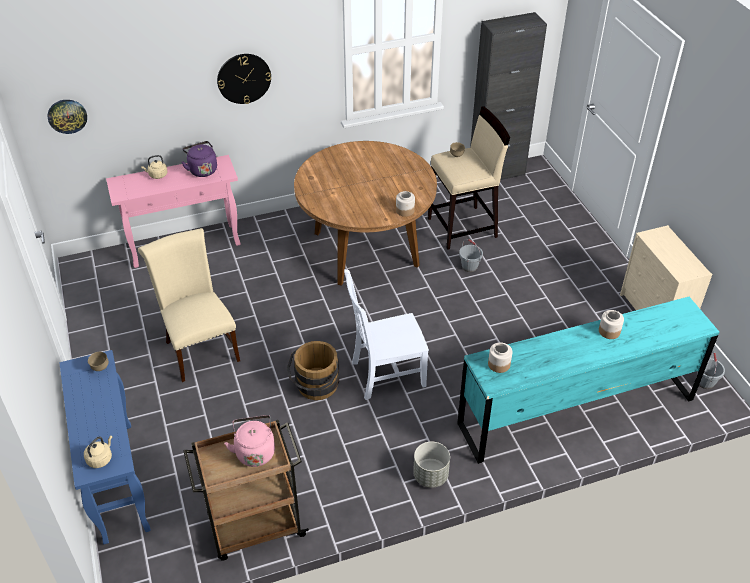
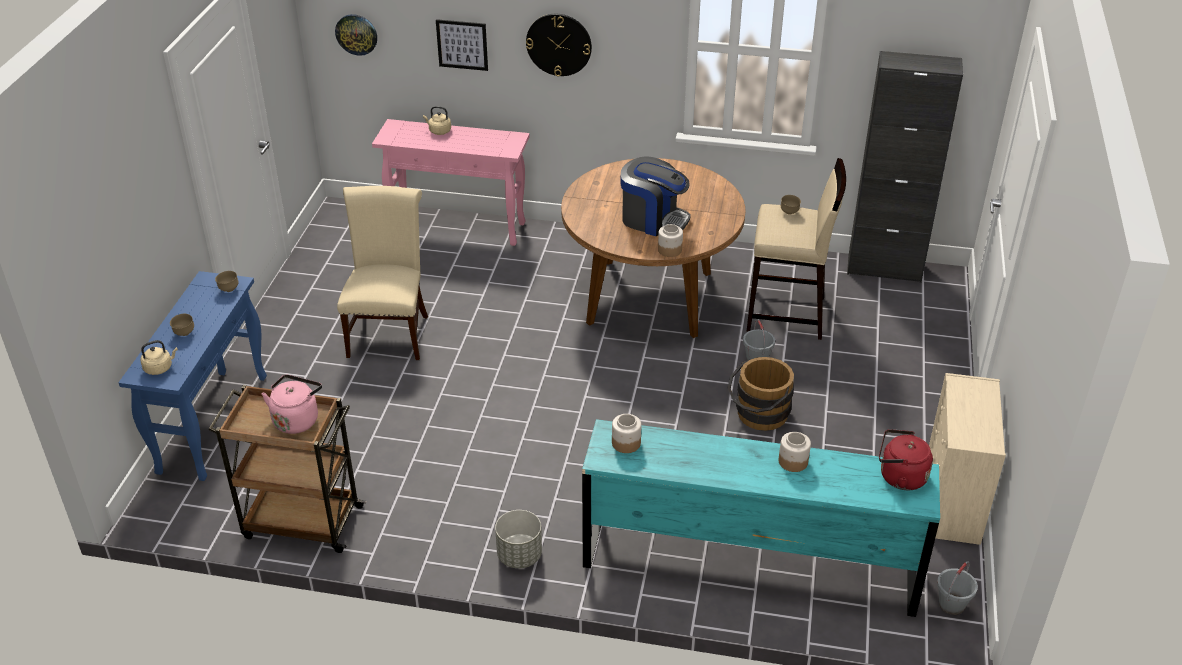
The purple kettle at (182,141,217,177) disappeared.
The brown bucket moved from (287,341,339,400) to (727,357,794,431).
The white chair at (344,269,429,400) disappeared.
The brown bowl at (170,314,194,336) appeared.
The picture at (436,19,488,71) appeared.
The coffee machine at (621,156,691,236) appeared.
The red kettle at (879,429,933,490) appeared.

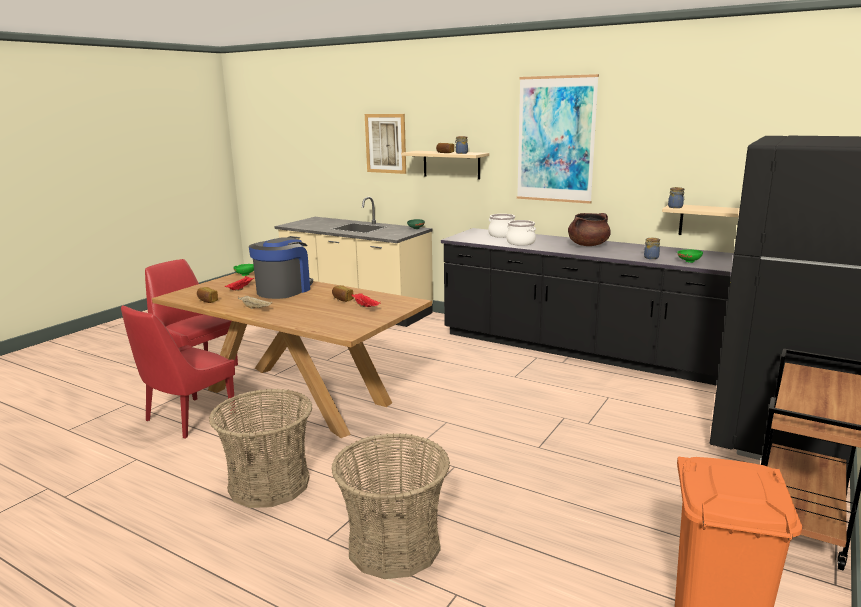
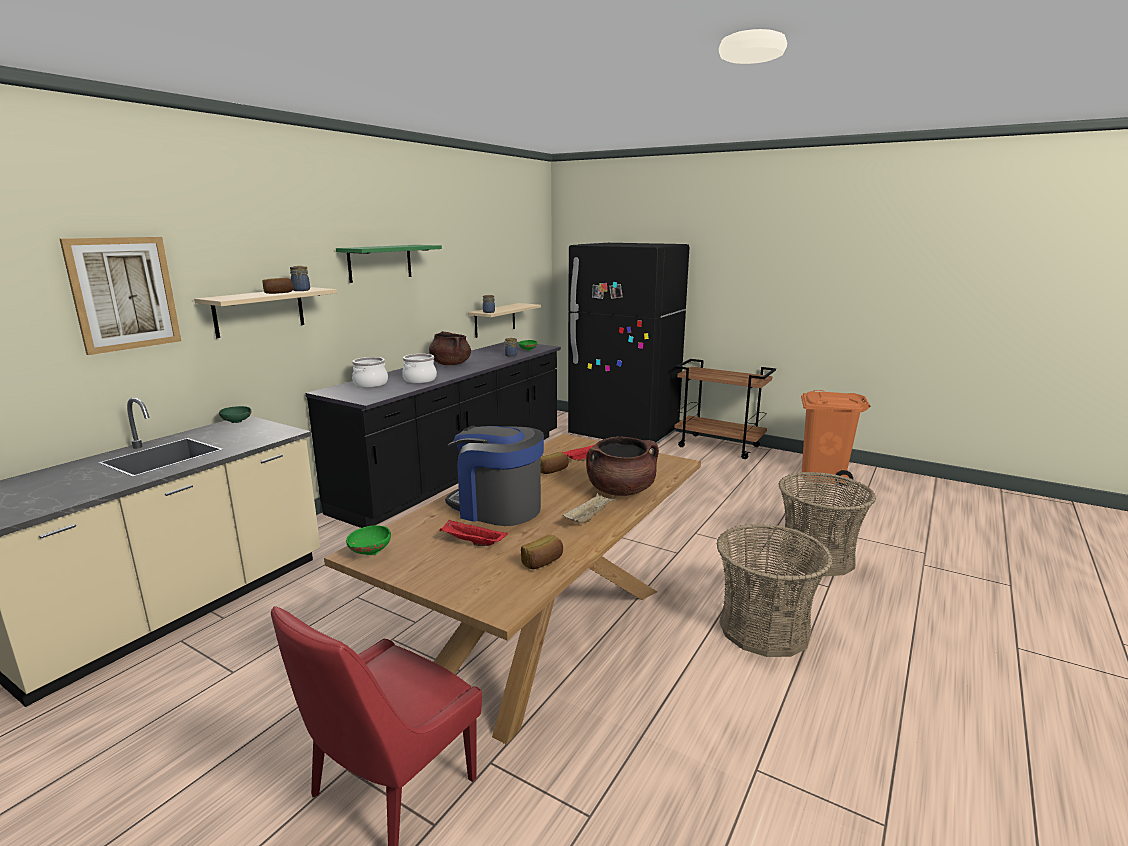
The red chair at (121,306,236,438) disappeared.
The picture at (517,74,599,204) was replaced by the green shelf at (336,245,442,283).
The brown cooking pot at (586,436,659,496) appeared.

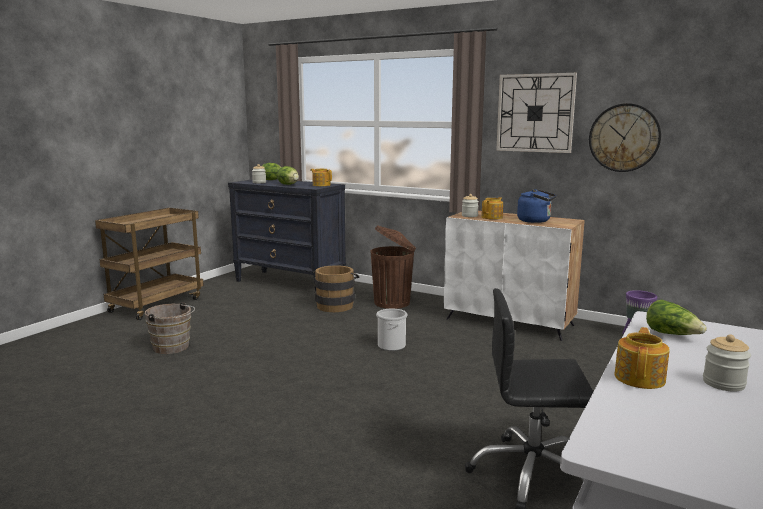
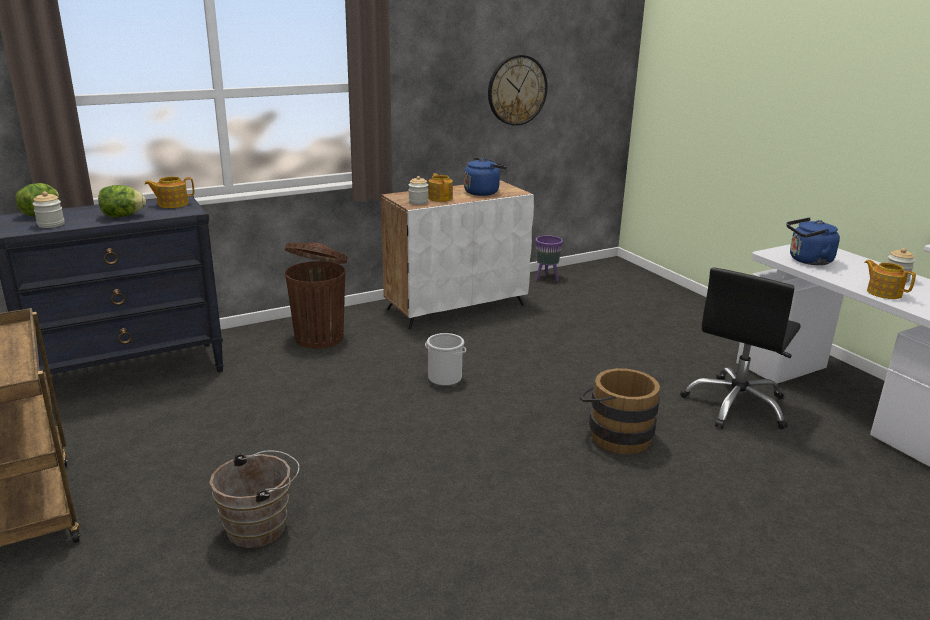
The brown bucket moved from (313,265,359,312) to (579,368,660,454).
The wall clock at (496,73,577,153) disappeared.
The lettuce at (646,300,707,335) was replaced by the blue kettle at (786,218,840,265).

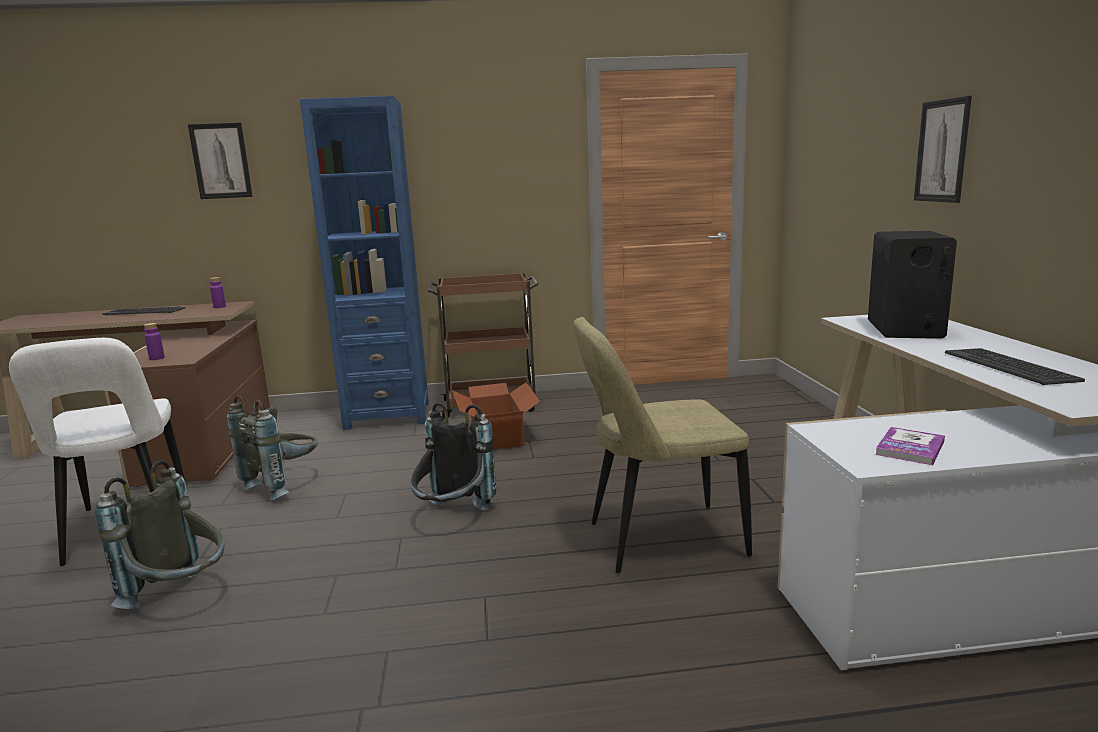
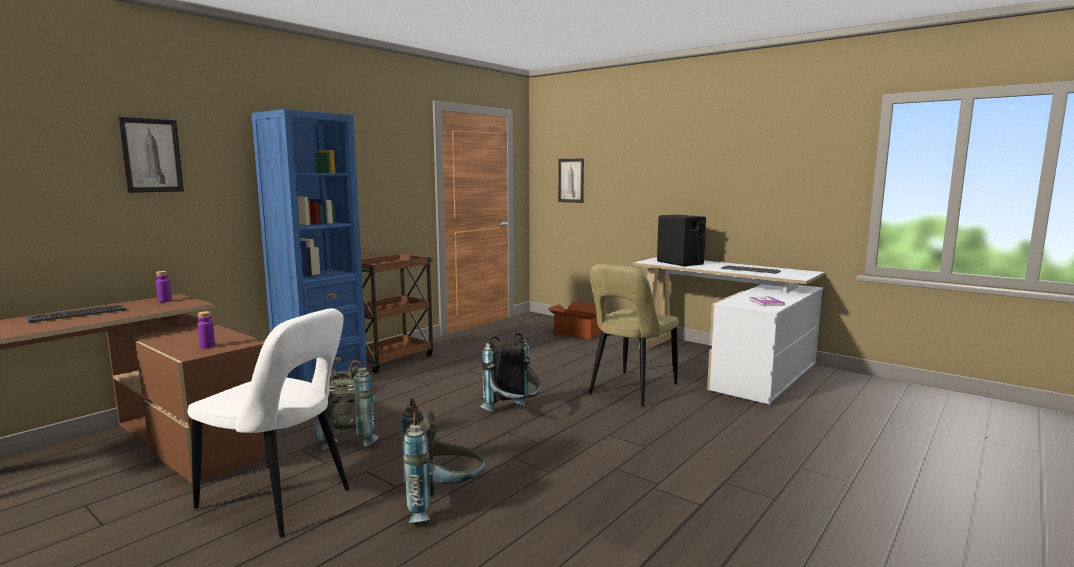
The cardboard box moved from (452,382,541,450) to (547,302,607,339).
The picture moved from (914,96,972,203) to (558,159,584,203).

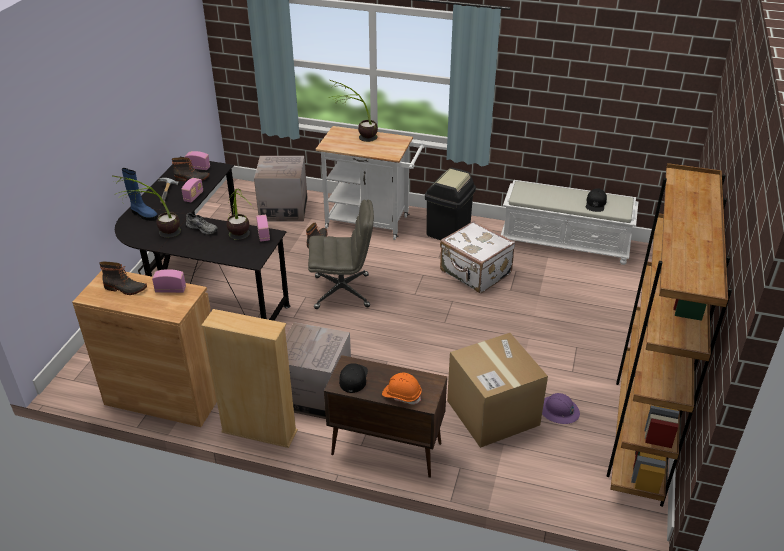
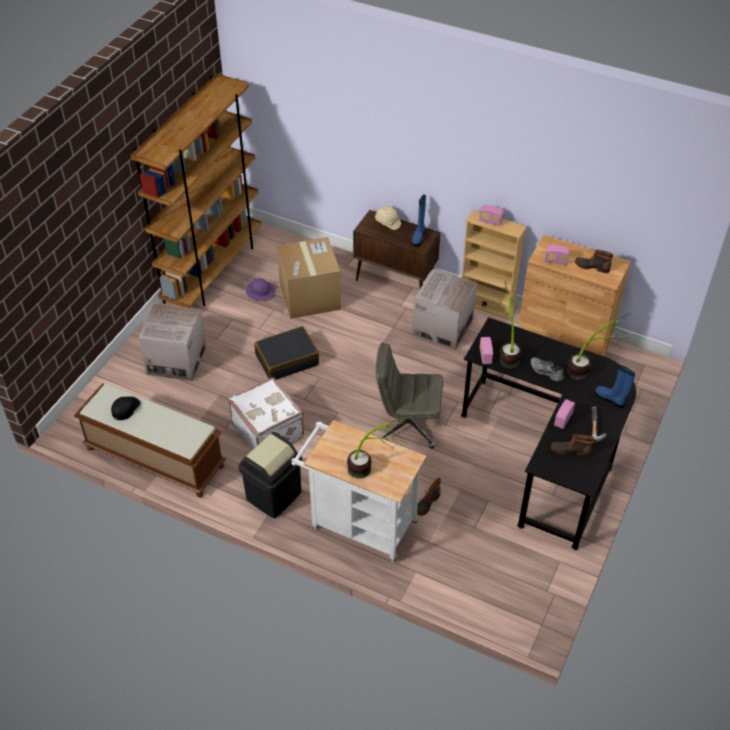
The radio moved from (185,151,210,170) to (479,205,504,226).
The cardboard box moved from (254,156,307,221) to (138,303,207,381).
The black cap at (339,363,368,393) was replaced by the blue boot at (411,195,426,247).
The orange hard hat at (382,373,422,405) became the beige hard hat at (375,205,401,230).
The white bench at (501,180,639,265) became the brown bench at (74,383,226,497).
The black suitcase at (254,326,319,380) appeared.

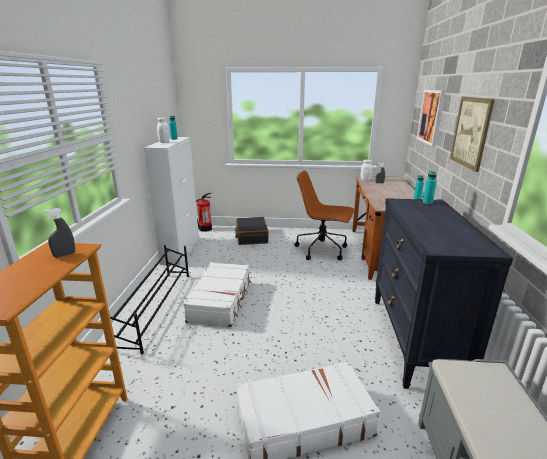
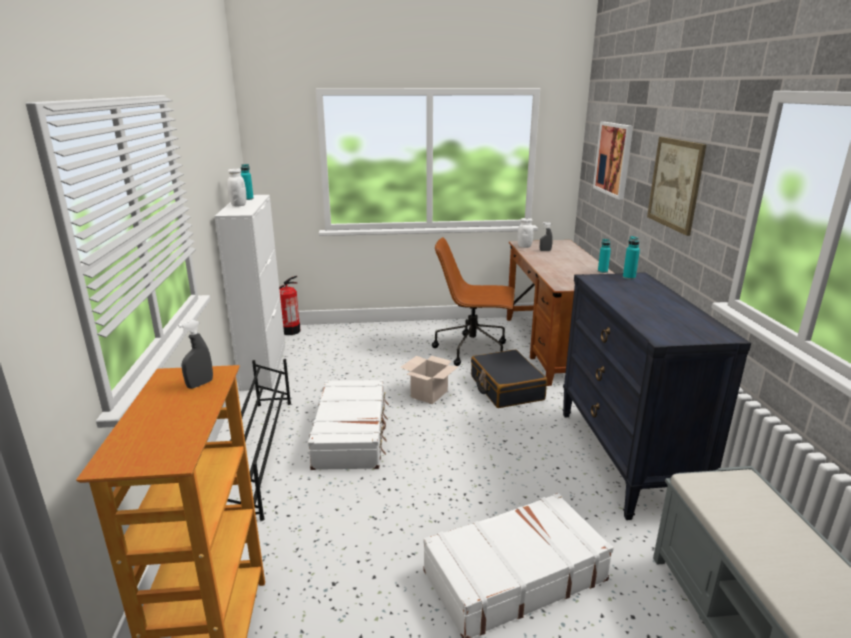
The black suitcase moved from (235,217,269,245) to (471,349,547,408).
The cardboard box at (400,356,459,404) appeared.

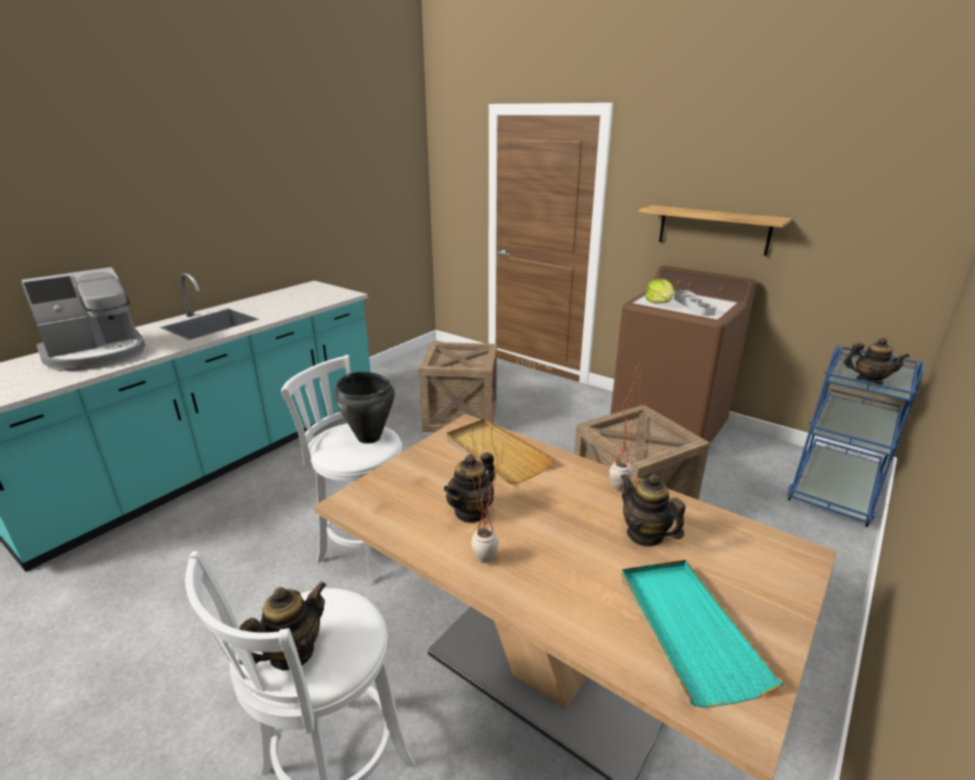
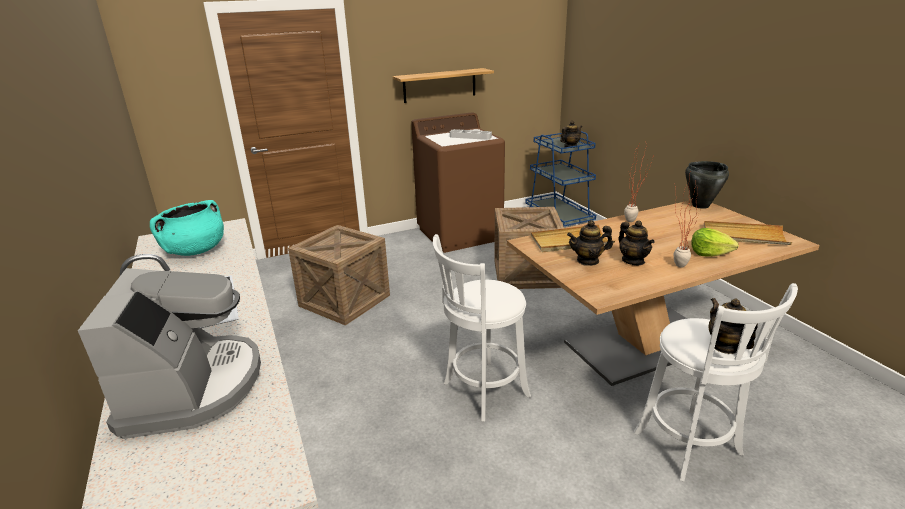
The black cooking pot moved from (334,372,395,444) to (685,161,729,209).
The teapot moved from (620,474,685,547) to (567,220,613,266).
The turquoise tray at (621,560,784,708) became the beige tray at (704,221,792,245).
The lettuce moved from (645,279,674,303) to (691,228,739,257).
The turquoise cooking pot at (150,200,224,256) appeared.

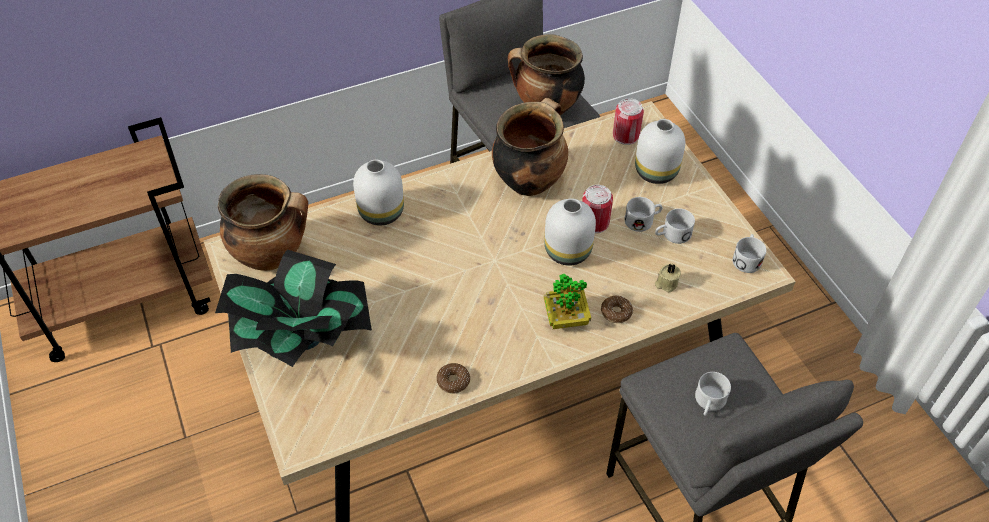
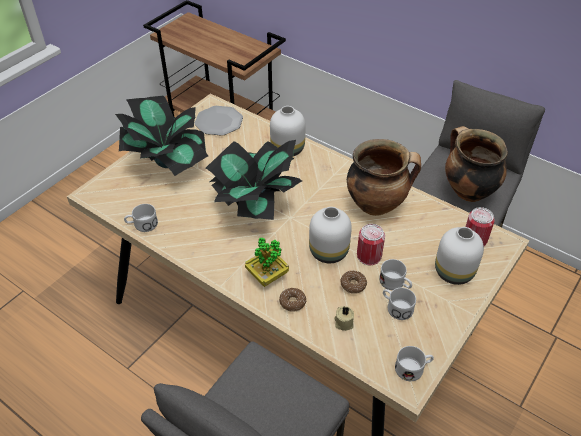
The cooking pot at (218,174,308,271) was replaced by the plate at (194,106,243,136).
The donut moved from (437,363,470,394) to (340,270,367,294).
The white mug moved from (695,372,731,416) to (124,204,158,232).
The potted plant at (206,140,302,220) appeared.

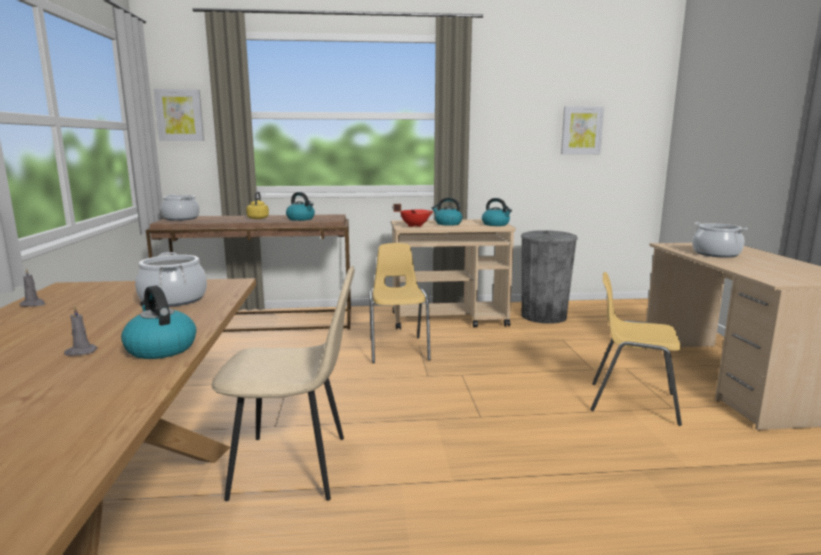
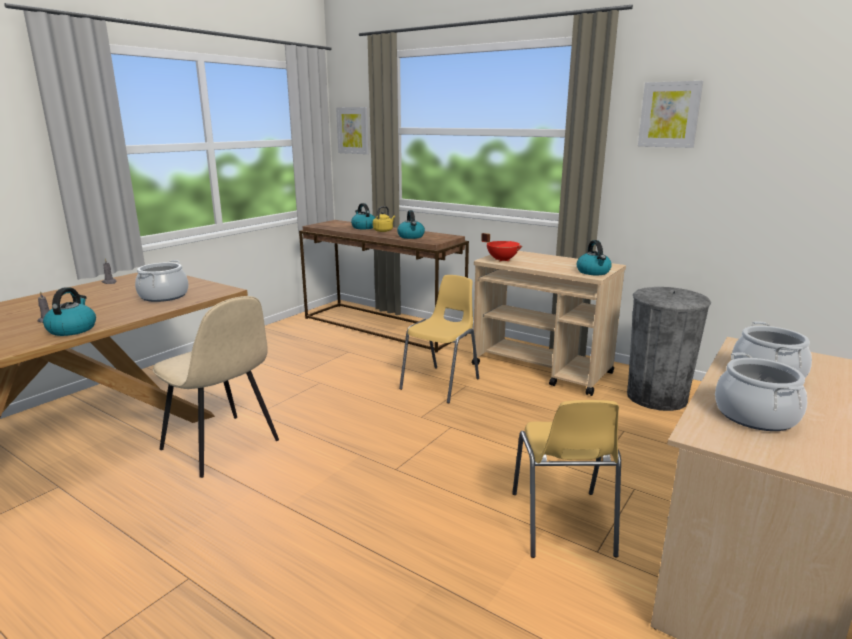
The cooking pot moved from (161,194,200,221) to (715,352,807,431).
The kettle moved from (432,197,463,226) to (351,203,375,229).
The picture moved from (561,106,604,154) to (638,81,703,148).
The yellow chair at (590,272,682,426) turned 150 degrees counterclockwise.

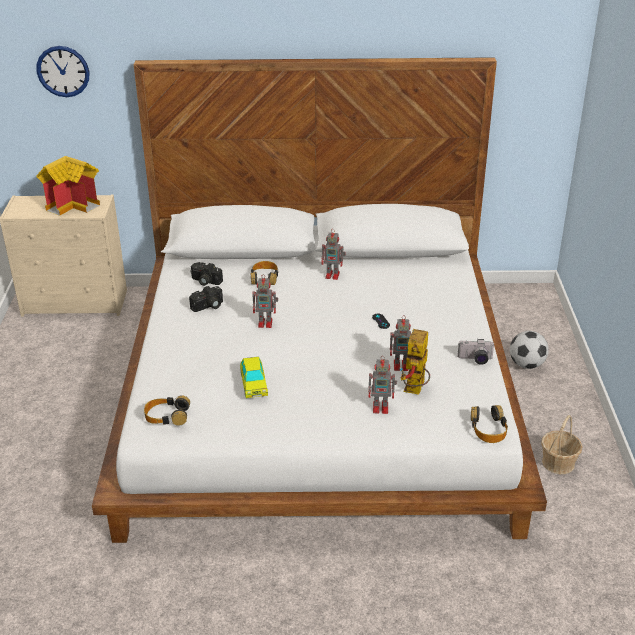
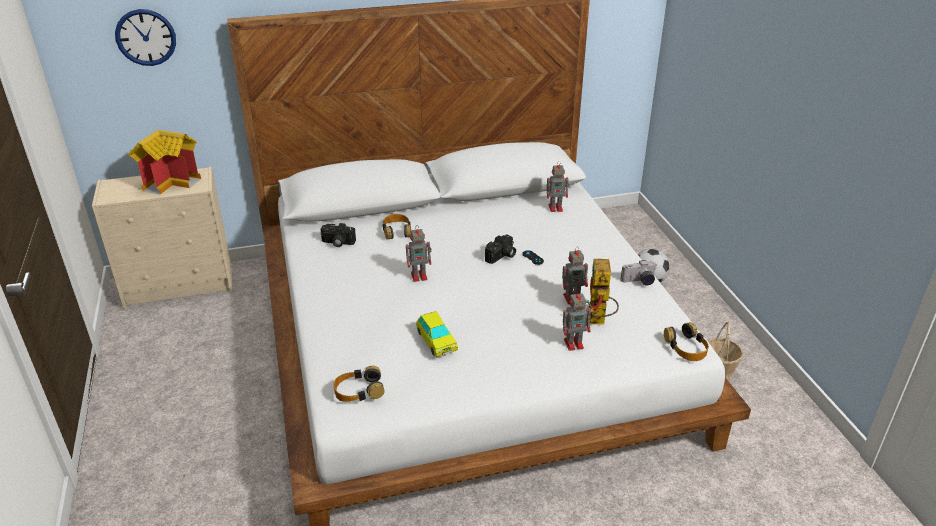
The photo camera moved from (189,286,223,312) to (485,234,516,264).
The toy robot moved from (321,229,346,280) to (547,161,569,212).

